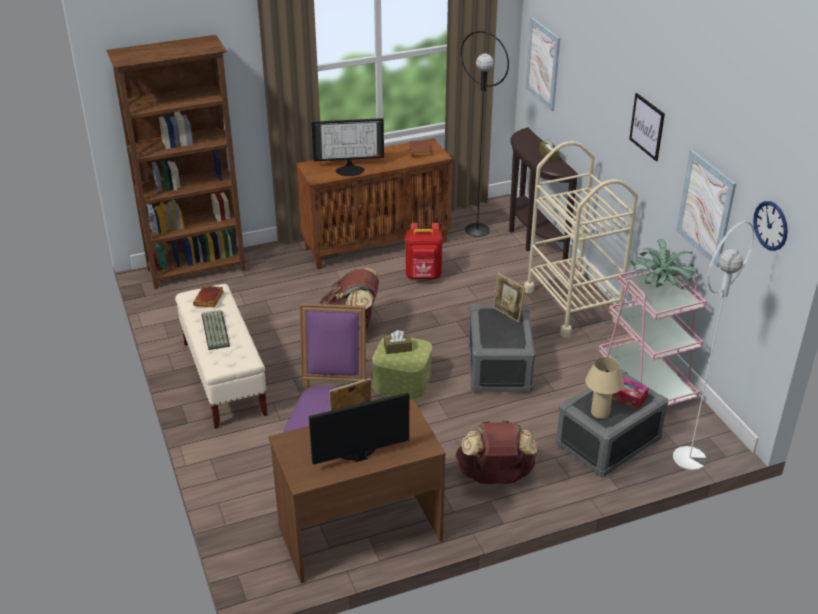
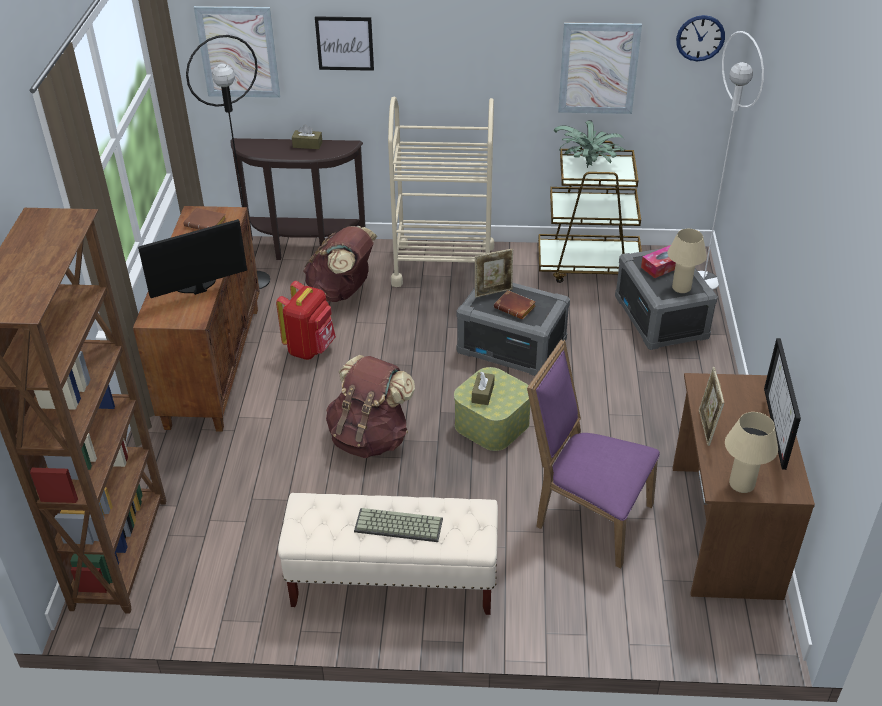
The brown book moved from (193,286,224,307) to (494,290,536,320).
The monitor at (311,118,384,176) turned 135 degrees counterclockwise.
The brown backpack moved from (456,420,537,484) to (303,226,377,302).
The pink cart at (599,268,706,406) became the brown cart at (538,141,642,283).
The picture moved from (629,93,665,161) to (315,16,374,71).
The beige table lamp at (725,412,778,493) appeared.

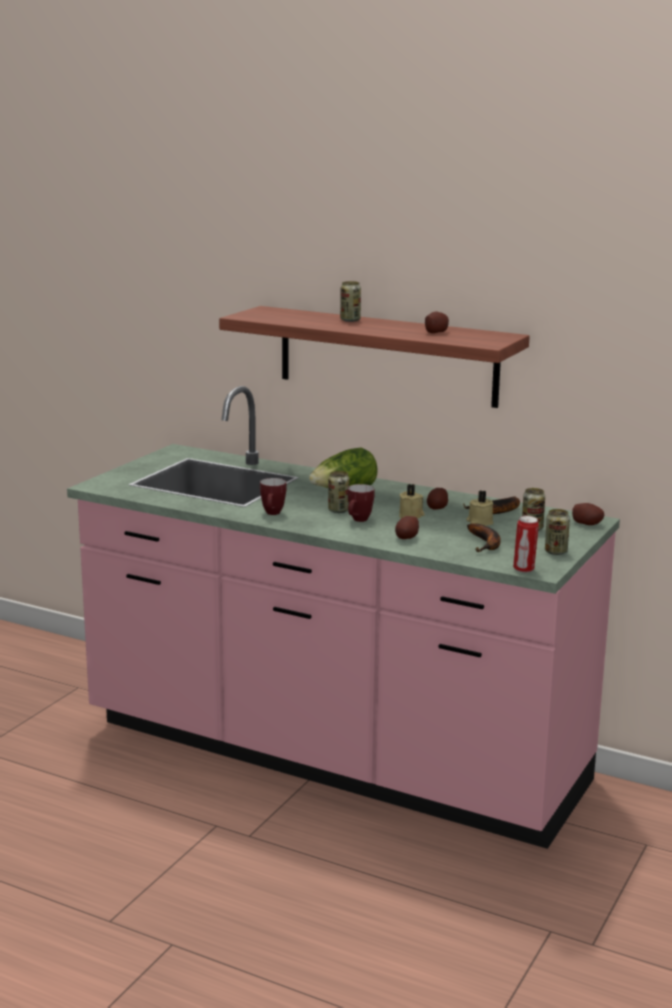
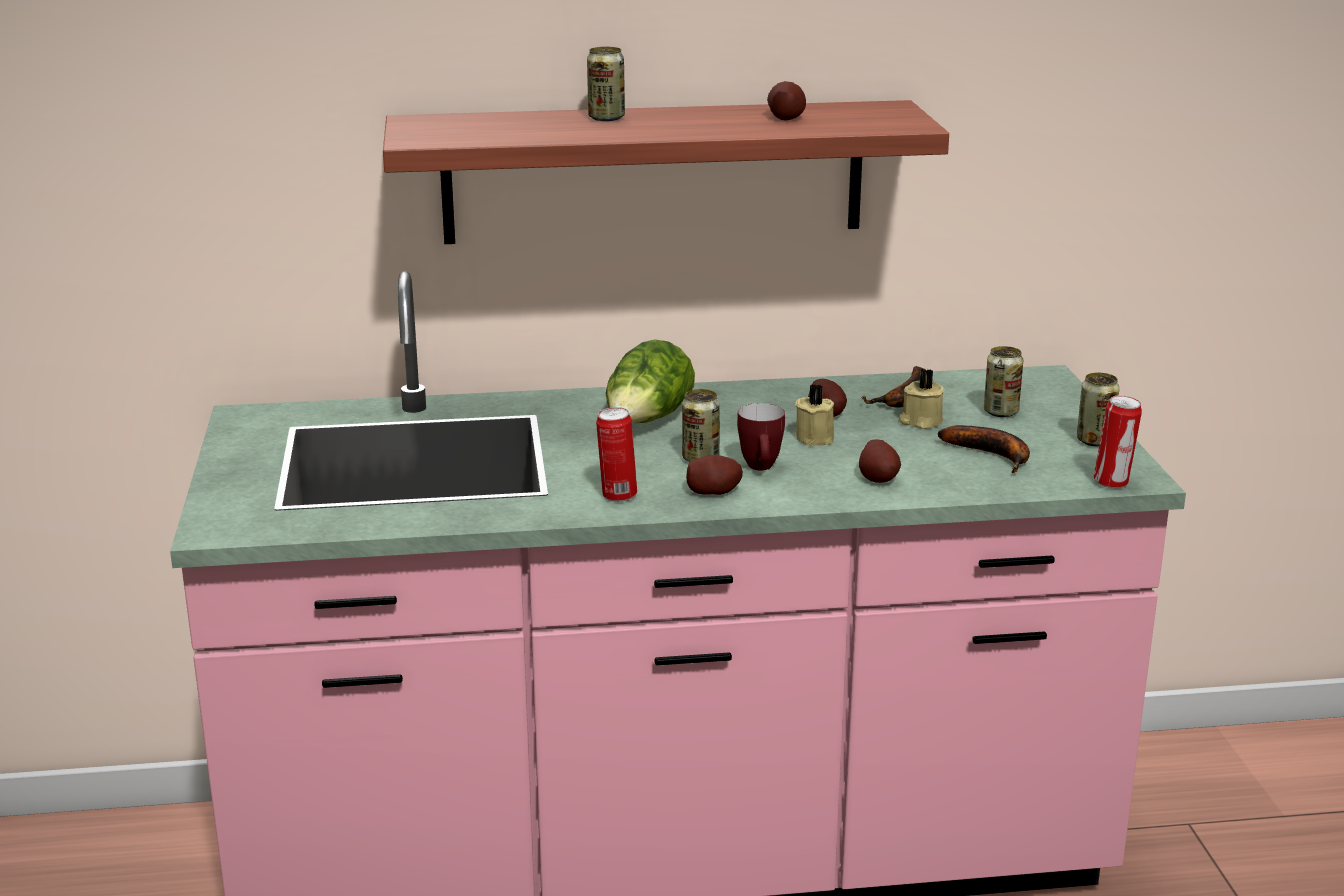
The mug at (260,478,286,515) was replaced by the can at (596,407,637,502).
The potato moved from (572,503,604,525) to (686,455,743,495).

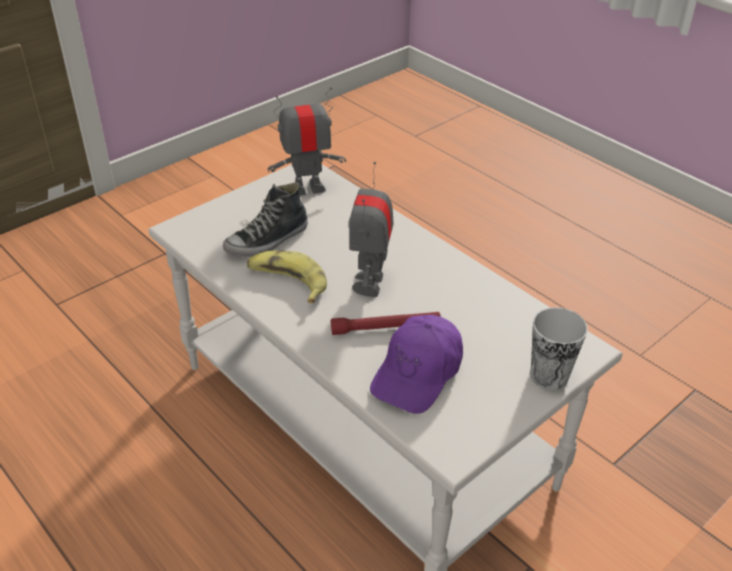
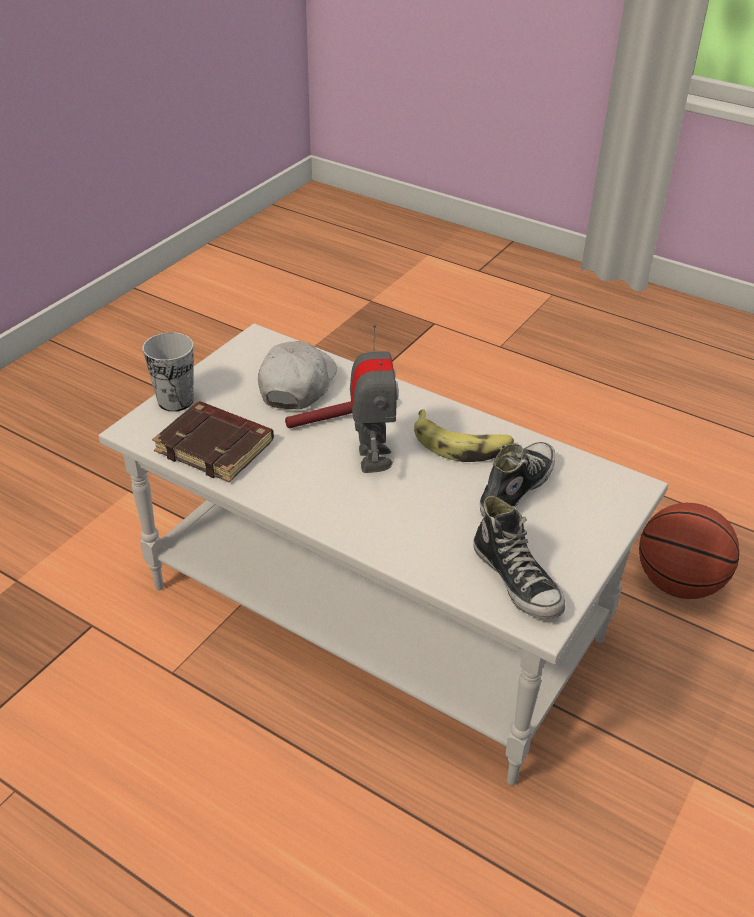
The toy robot at (267,87,346,195) was replaced by the shoe at (473,495,565,619).
The purple cap at (370,315,463,414) became the white cap at (258,341,337,409).
The brown book at (152,401,274,483) appeared.
The basketball at (639,503,740,599) appeared.

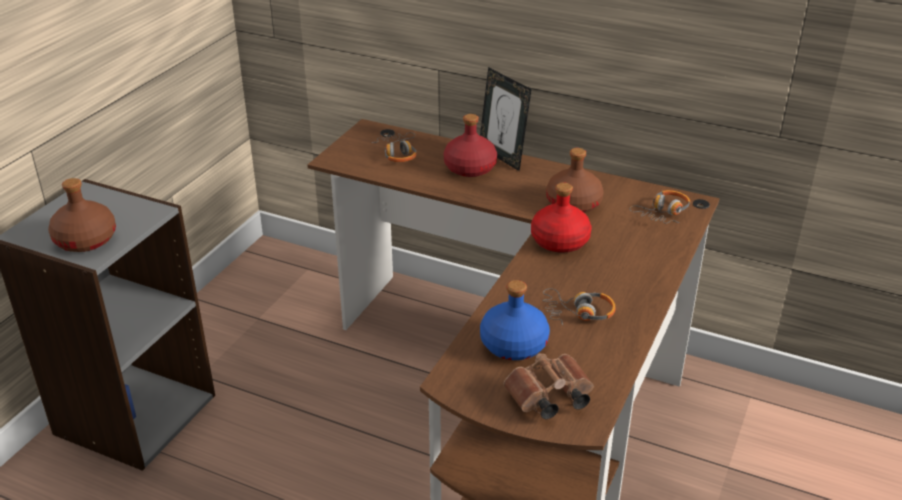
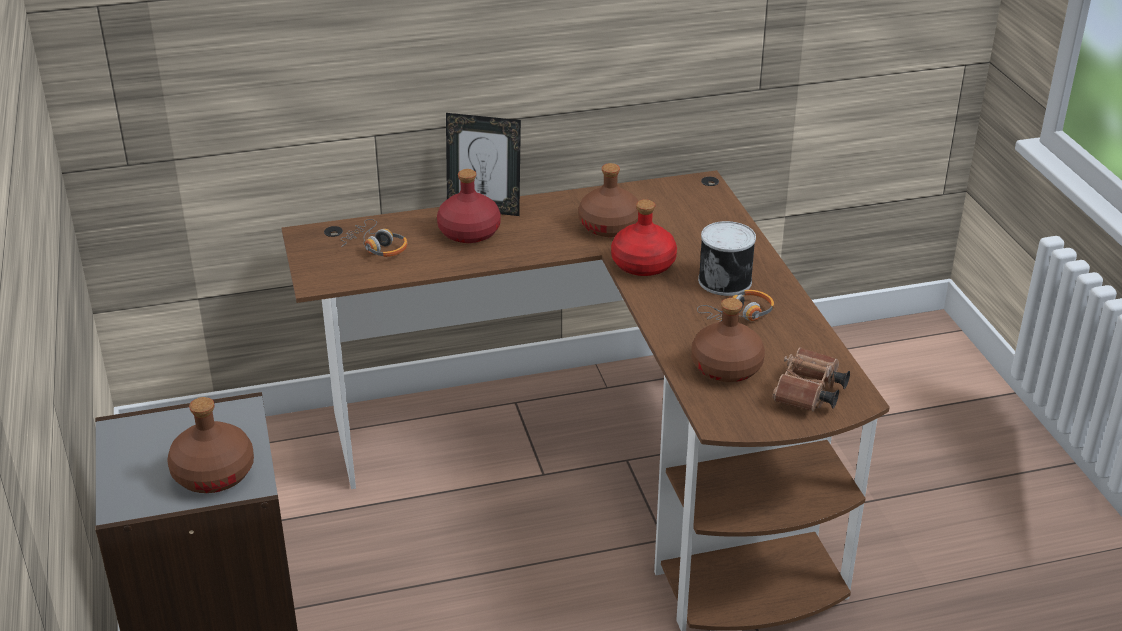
The blue bottle at (480,280,550,360) became the brown bottle at (691,298,765,382).
The headphones at (630,190,690,224) disappeared.
The can at (698,221,756,296) appeared.

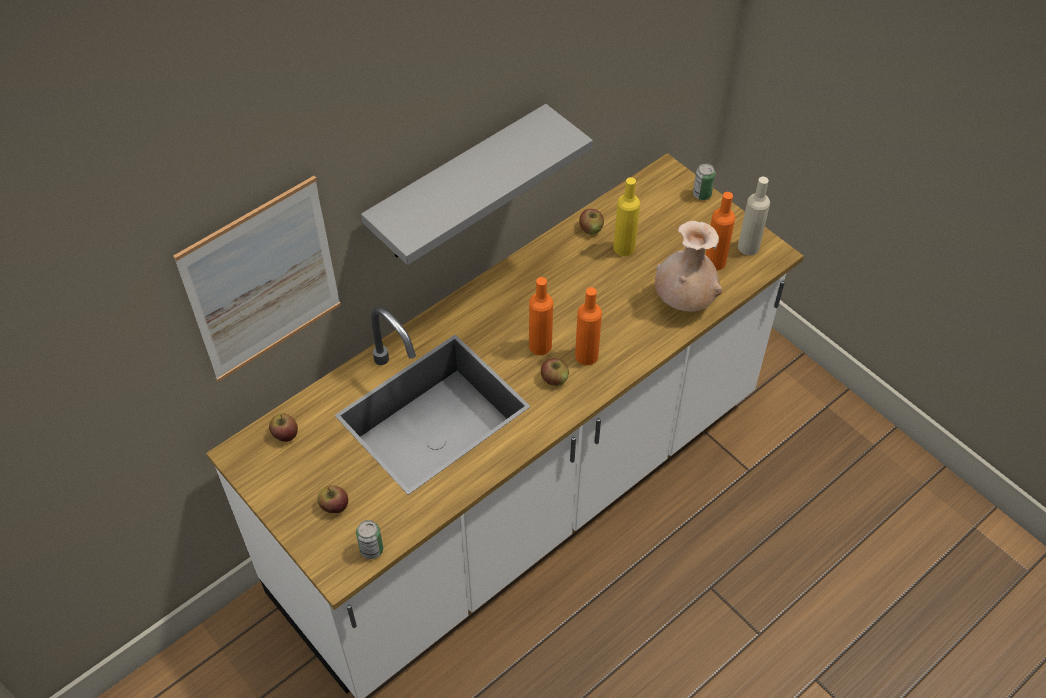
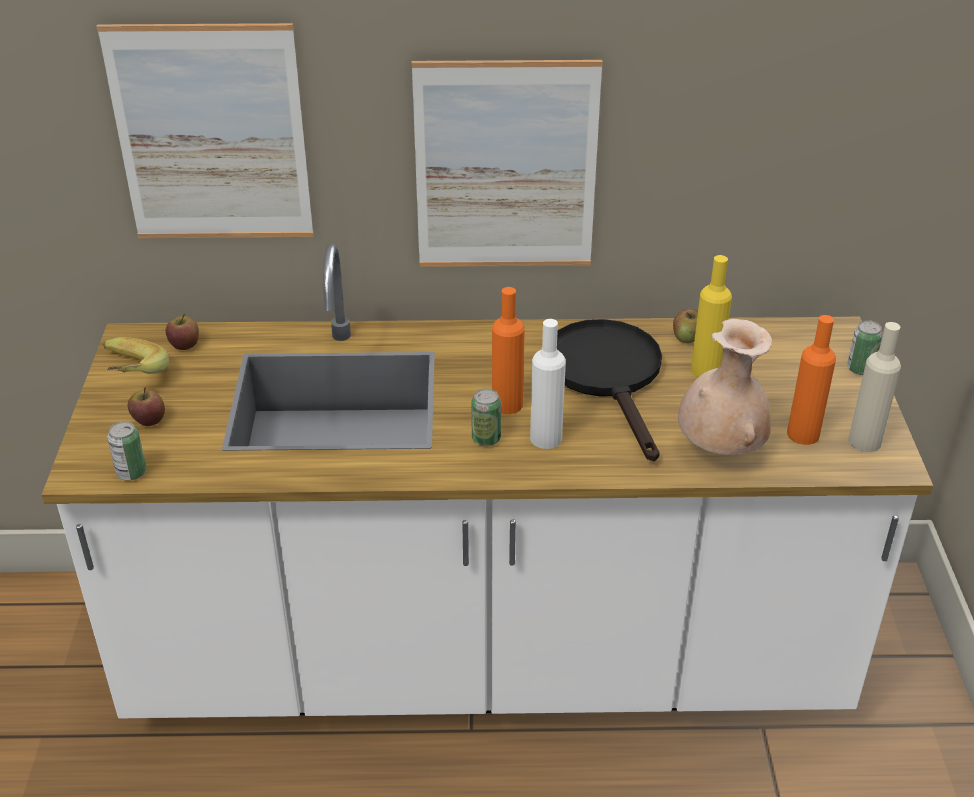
The grey shelf at (361,104,593,265) was replaced by the picture at (412,60,603,267).
The apple at (541,358,569,386) was replaced by the can at (471,389,501,446).
The orange bottle at (575,287,602,365) became the white bottle at (530,319,566,449).
The banana at (103,337,169,374) appeared.
The black frying pan at (557,319,662,461) appeared.

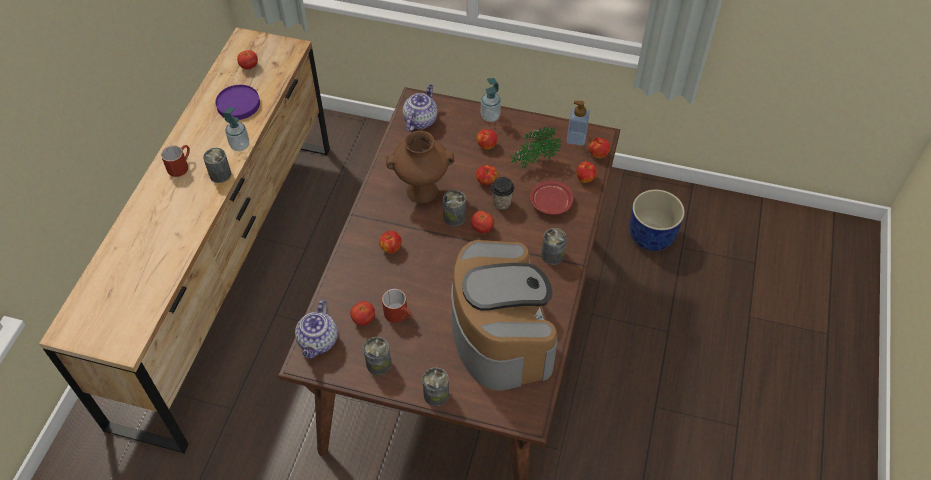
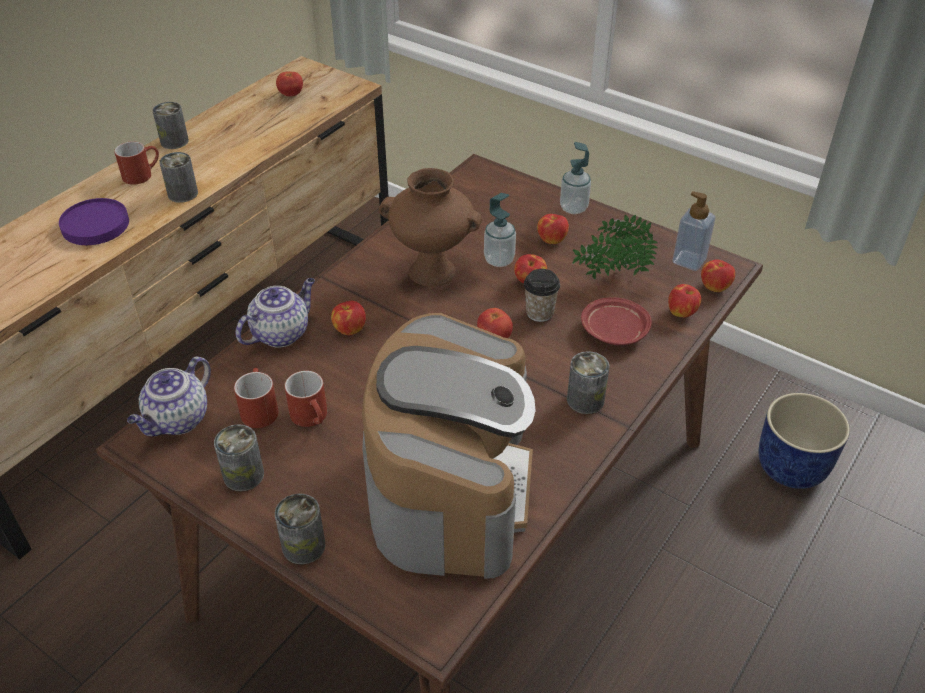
The purple plate moved from (215,85,260,120) to (59,198,129,245).
The soap dispenser moved from (223,107,249,151) to (484,193,516,267).
The tomato at (350,301,375,325) was replaced by the red mug at (234,368,278,428).
The teapot moved from (403,84,438,132) to (236,278,315,348).
The can moved from (443,190,466,226) to (152,102,189,149).

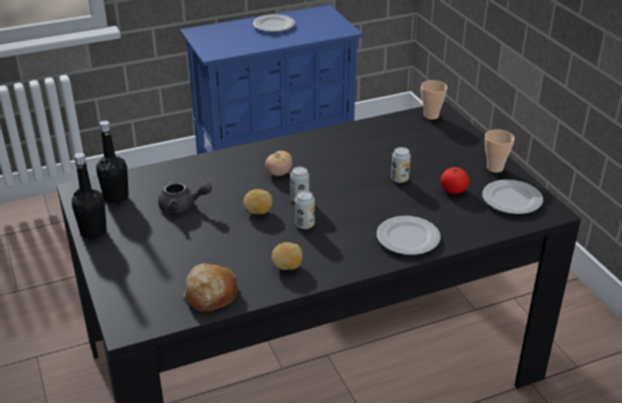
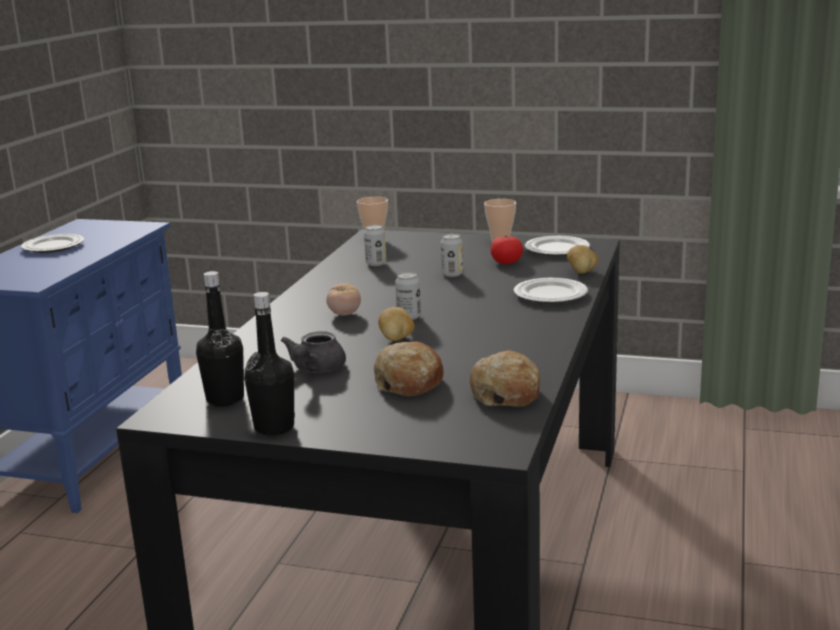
The grey teapot at (158,181,212,213) turned 150 degrees clockwise.
The potato moved from (272,242,302,270) to (567,245,598,274).
The can moved from (295,191,315,229) to (364,225,386,266).
The bread at (374,341,444,396) appeared.

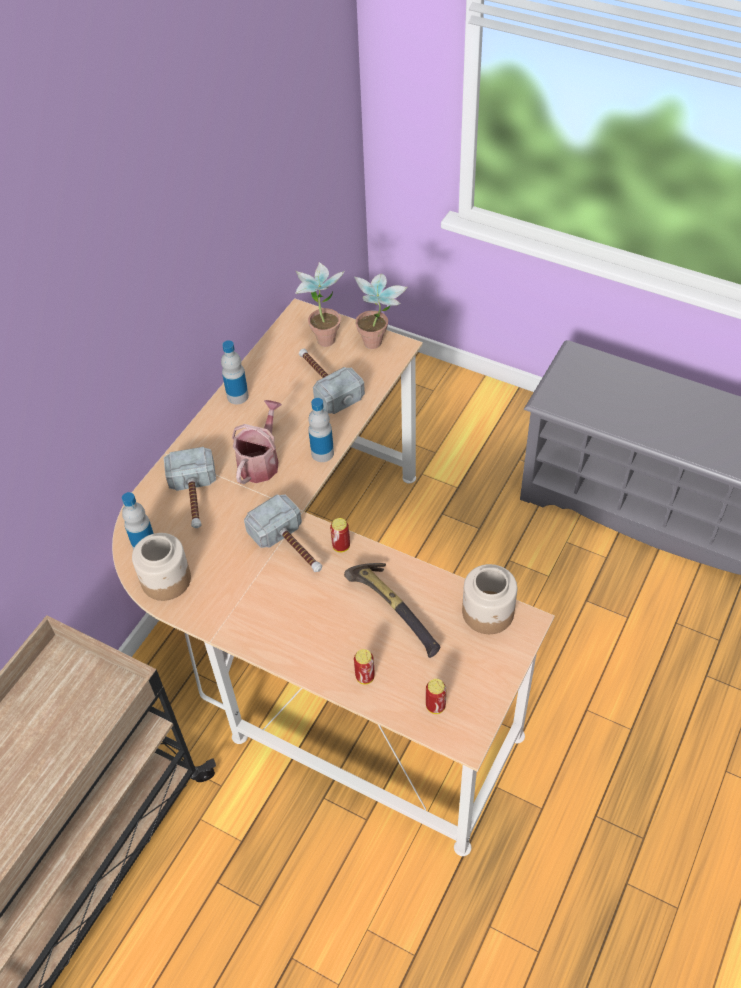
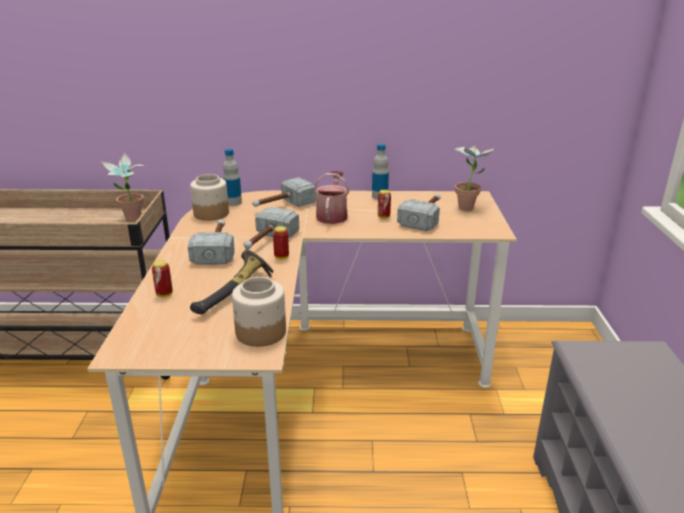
The watering can at (232,400,282,484) turned 75 degrees counterclockwise.
The bottle at (308,398,334,462) disappeared.
The potted plant moved from (354,274,407,349) to (101,153,146,222).
The can moved from (426,679,446,714) to (378,190,391,219).
The hammer at (188,220,235,265) appeared.

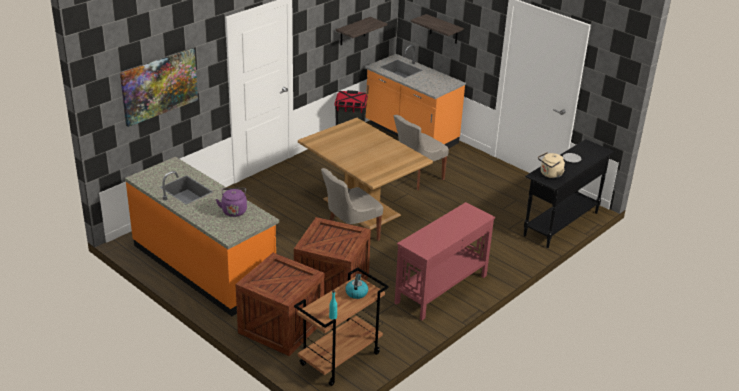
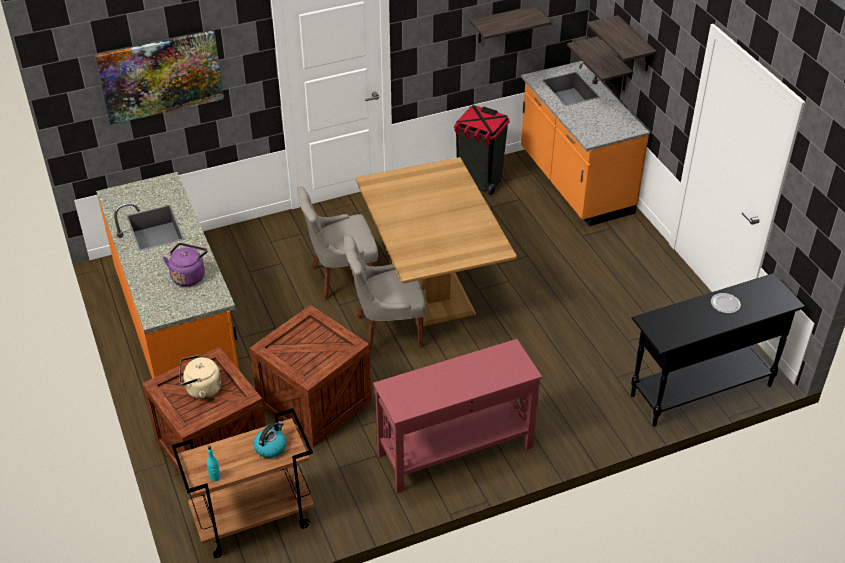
The grey chair moved from (394,115,449,190) to (297,187,378,301).
The beige kettle moved from (538,152,565,178) to (180,355,221,399).
The shelf at (567,36,633,90) appeared.

